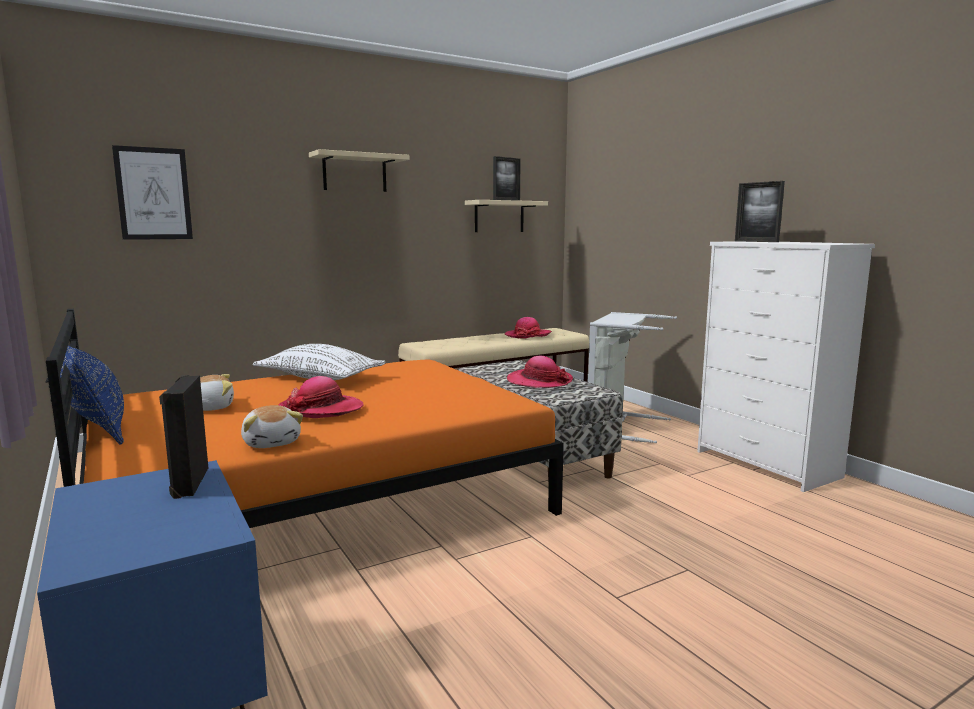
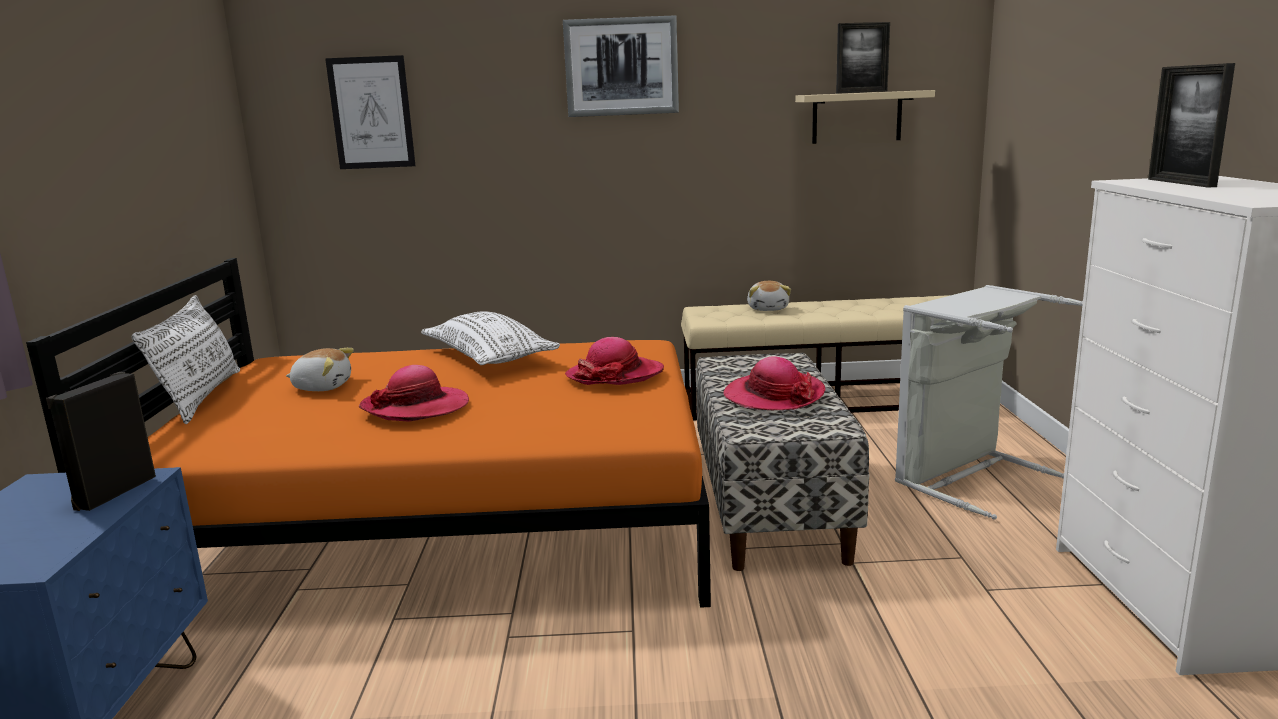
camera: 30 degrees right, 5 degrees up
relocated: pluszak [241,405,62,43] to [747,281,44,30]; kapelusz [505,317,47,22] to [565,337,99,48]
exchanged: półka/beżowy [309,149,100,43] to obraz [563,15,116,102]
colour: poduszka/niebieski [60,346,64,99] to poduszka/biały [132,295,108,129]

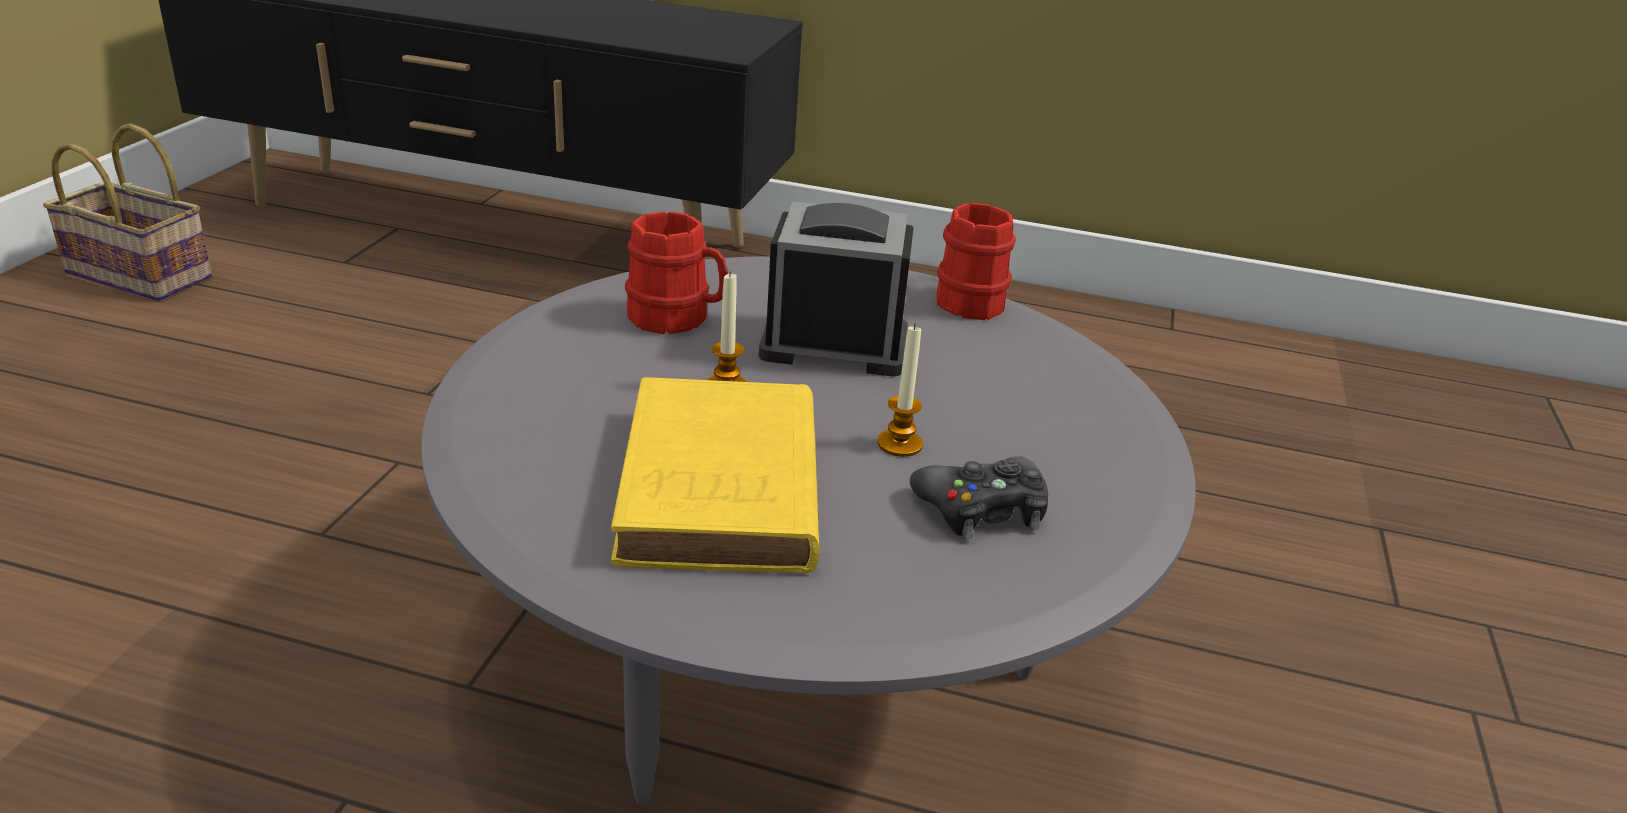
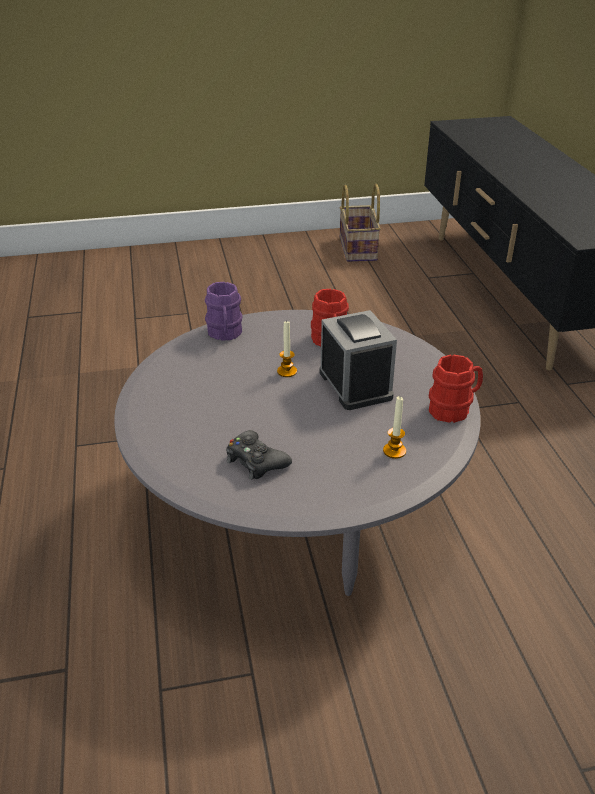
camera: 65 degrees right, 5 degrees up
missing: książka/żółty [610,377,209,197]
appeared: kubek/fioletowy [205,282,37,59]
relocated: świeca [877,324,46,133] to [383,396,23,63]

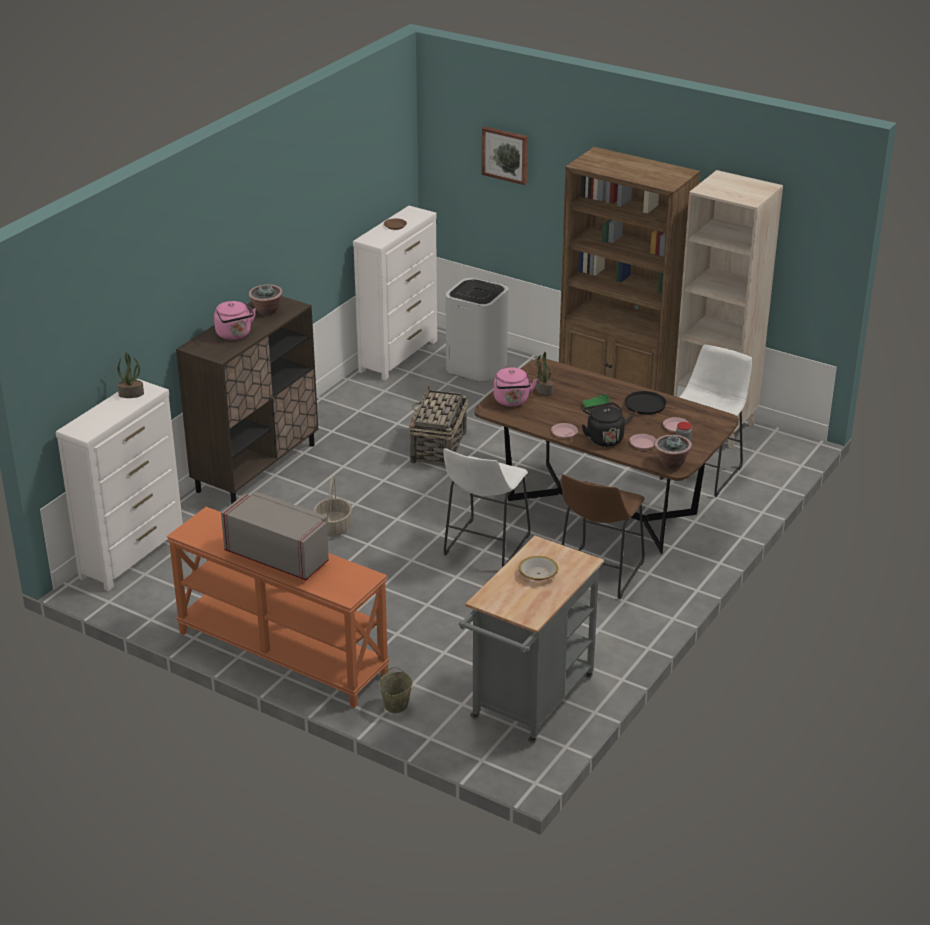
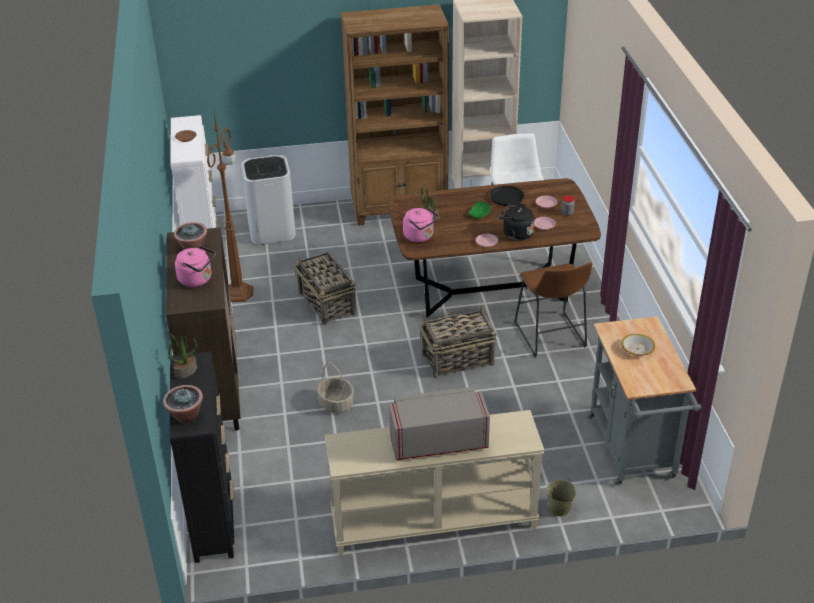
camera: 40 degrees left, 5 degrees up
missing: obraz [482,126,46,59]
appeared: lampa stojąca/brązowy [207,111,46,191]
relocated: roślina doniczkowa [654,435,38,34] to [163,385,40,38]
exchanged: stołek/biały [443,448,87,119] to koszyk [420,306,77,72]
colour: komoda/biały [56,379,127,212] to komoda/czarny [170,352,64,211]; stolik konsolowy/pomarańczowy [167,507,223,201] to stolik konsolowy/beżowy [325,410,219,145]

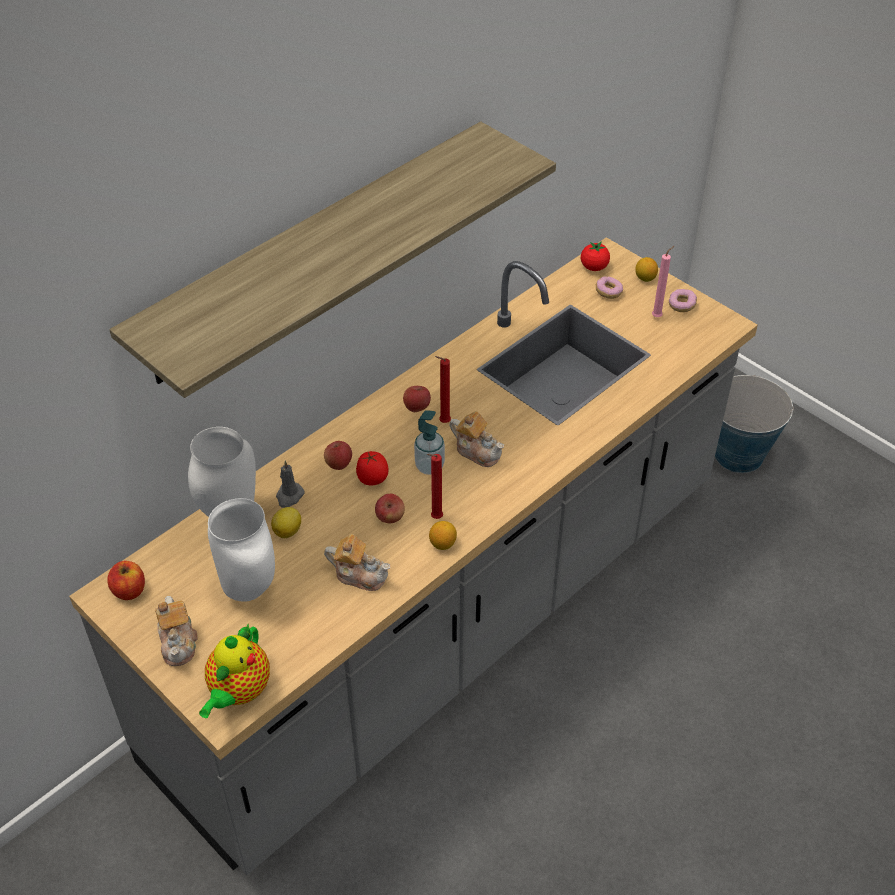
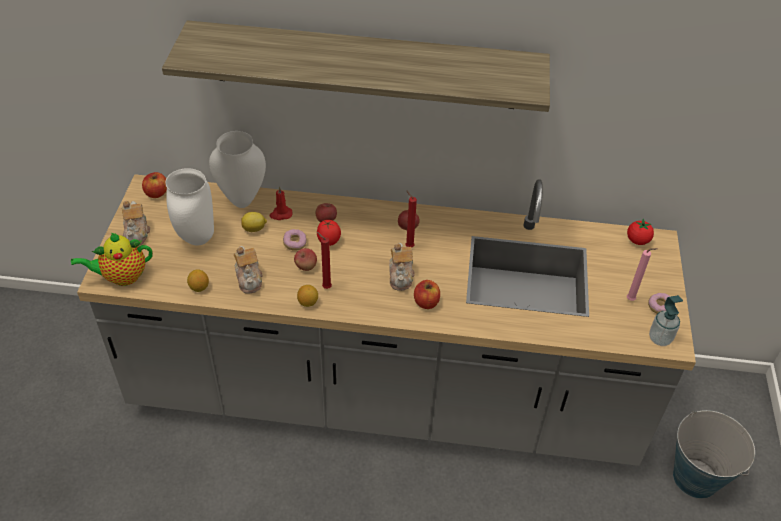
camera: 50 degrees right, 0 degrees up
appeared: jabłko [414,280,26,29]
relocated: dozownik mydła [414,410,31,65] to [649,295,34,51]; donut [596,276,27,23] to [283,229,24,22]; cytryna [635,257,23,25] to [187,269,22,23]
colour: świeca/szary [276,461,29,47] to świeca/czerwony [270,186,23,34]
spun: imbryk [155,596,43,70] = [122,201,28,45] 45 degrees counterclockwise

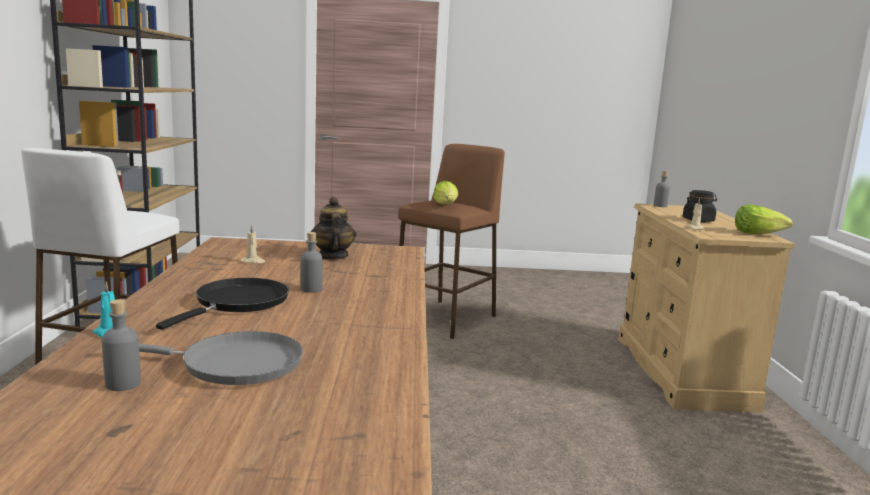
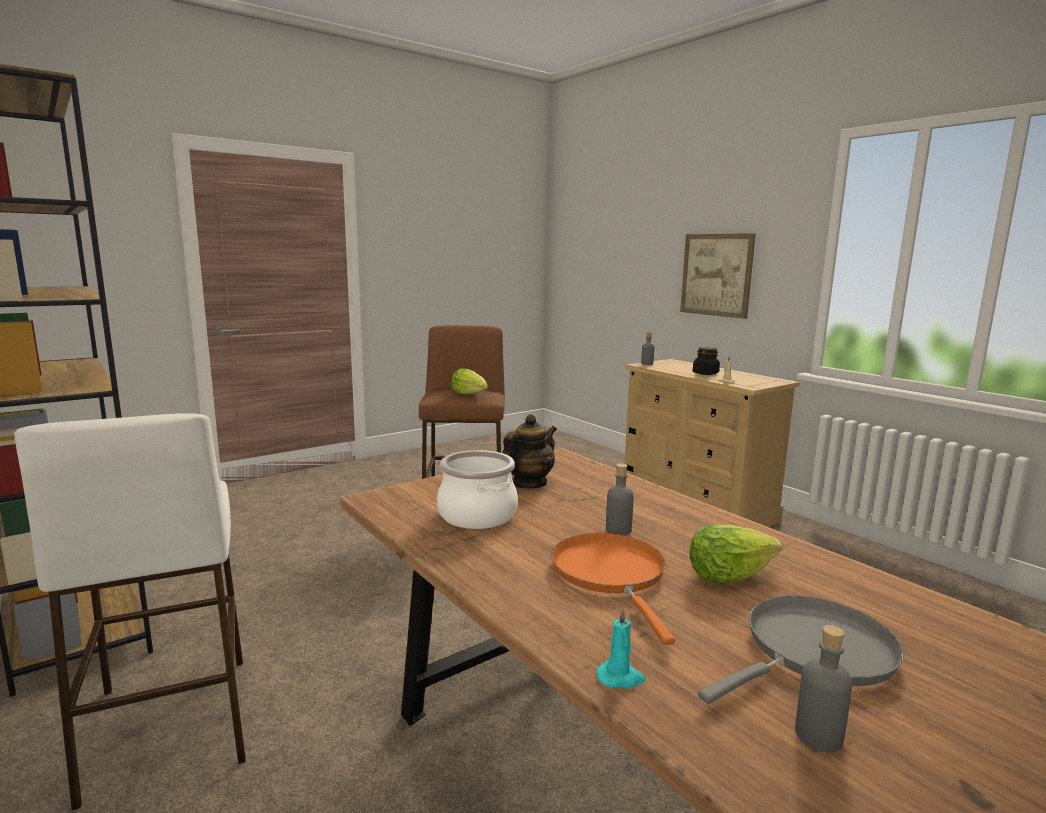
camera: 35 degrees left, 0 degrees up
appeared: obraz [680,233,76,86]
relocated: sałata [735,204,58,30] to [689,524,93,61]
exchanged: świeca/beżowy [241,225,24,38] to garnek [437,450,81,79]
colour: patelnia/czarny [156,278,133,52] to patelnia/pomarańczowy [551,533,124,112]
spun: imbryk [311,197,45,63] = [503,414,54,74] 90 degrees clockwise

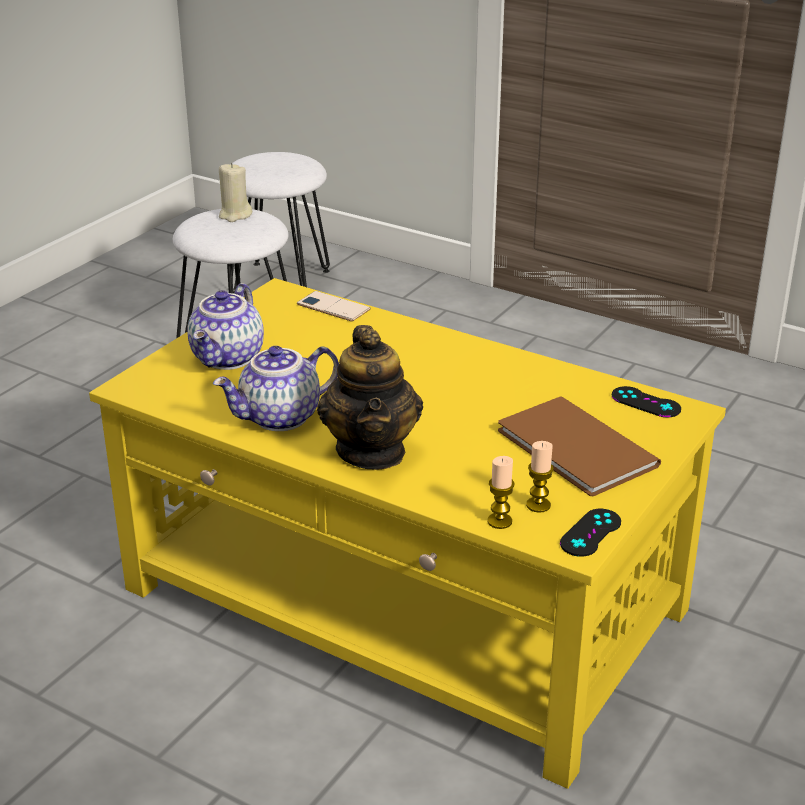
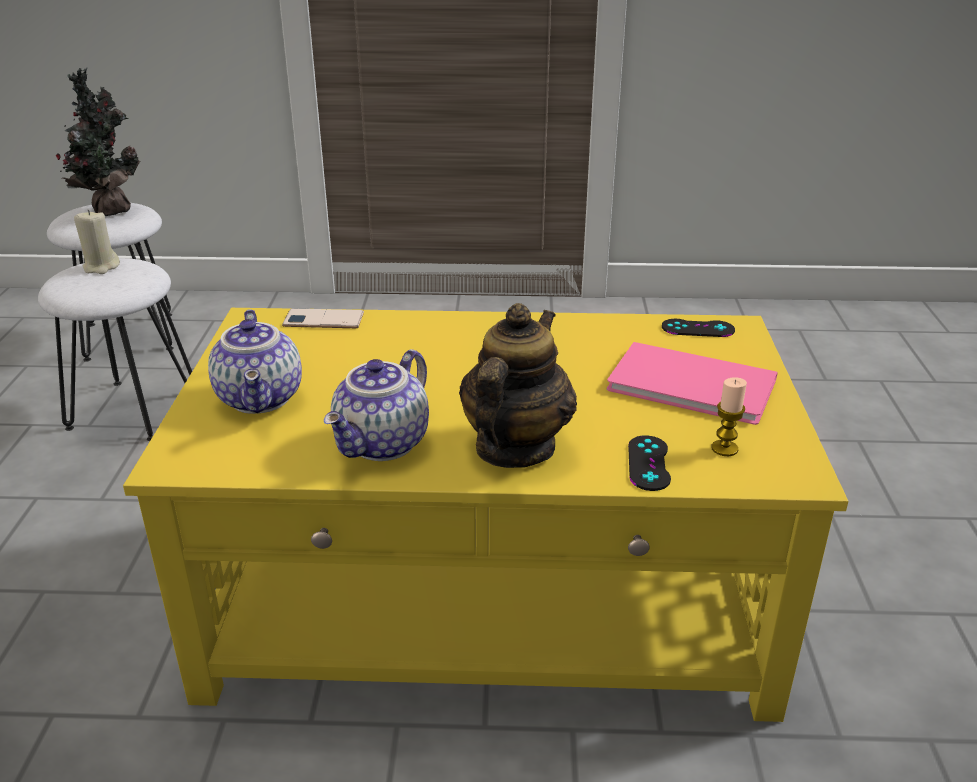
camera: 30 degrees left, 0 degrees up
missing: świeca [487,456,28,73]
appeared: roślina doniczkowa [56,68,84,148]
relocated: pad do gier/czarny [560,509,61,48] to [628,435,43,56]
colour: książka/brązowy [498,396,163,100] to książka/różowy [607,342,171,83]
spun: imbryk [317,325,106,145] = [459,303,118,165] 120 degrees counterclockwise

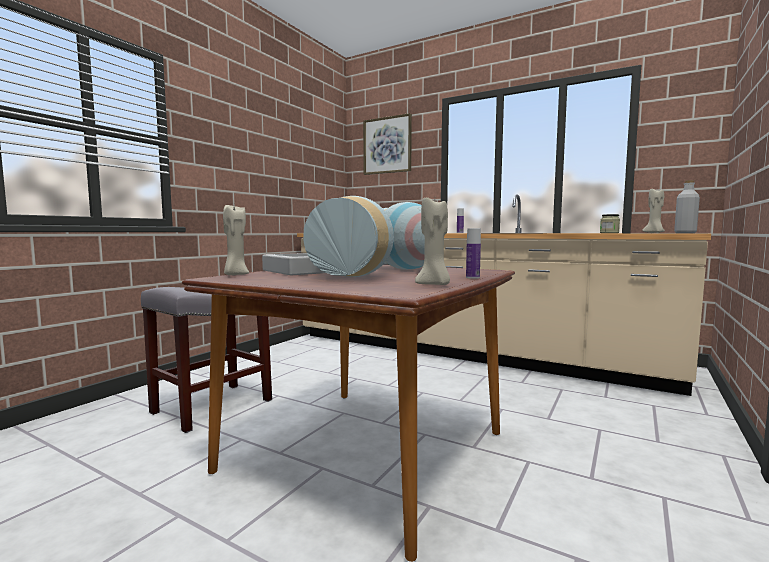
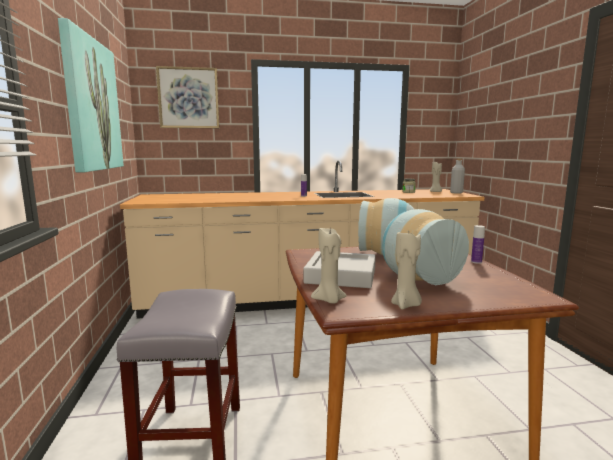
camera: 40 degrees left, 5 degrees up
appeared: obraz [58,18,66,154]
relocated: świeca/beżowy [415,198,35,87] to [391,232,31,77]

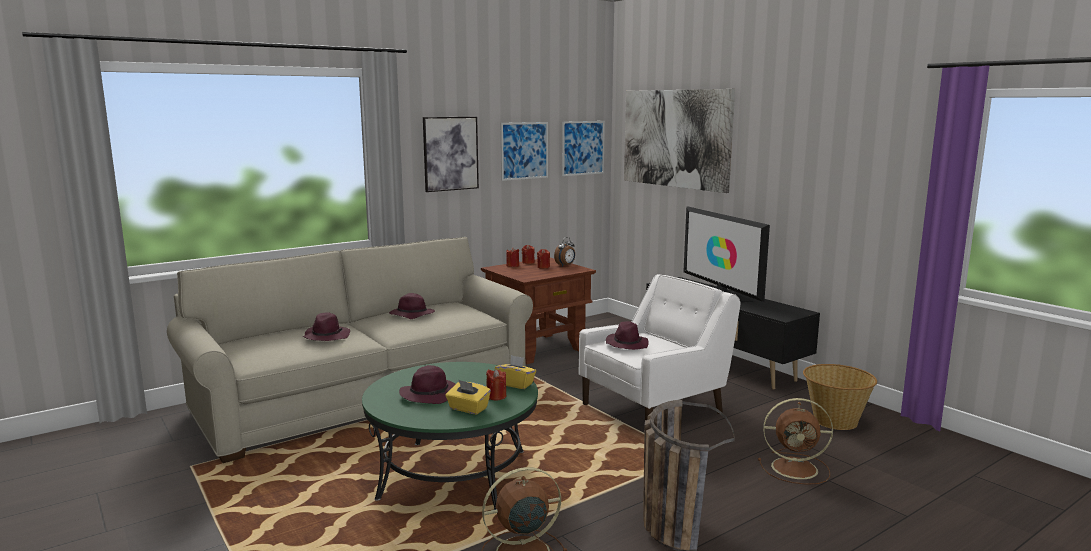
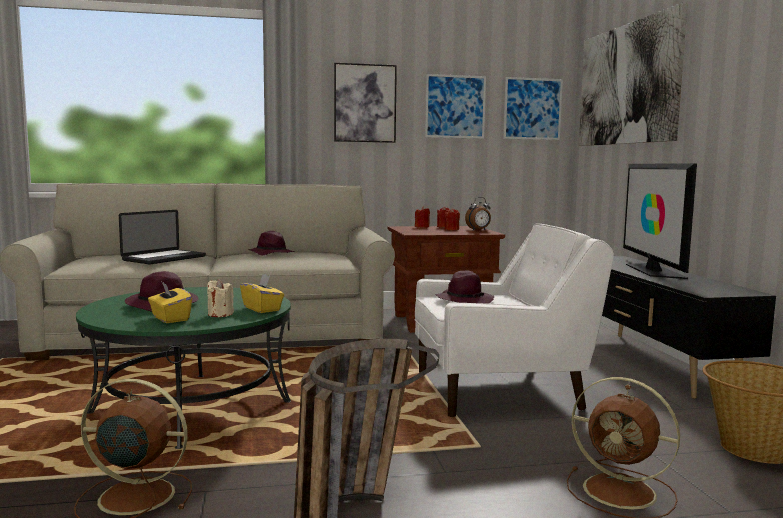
camera: 25 degrees right, 5 degrees down
exchanged: kapelusz/fioletowy [303,312,47,29] to laptop [119,210,87,54]
colour: świeca/czerwony [486,369,20,31] to świeca/beżowy [207,279,27,38]

